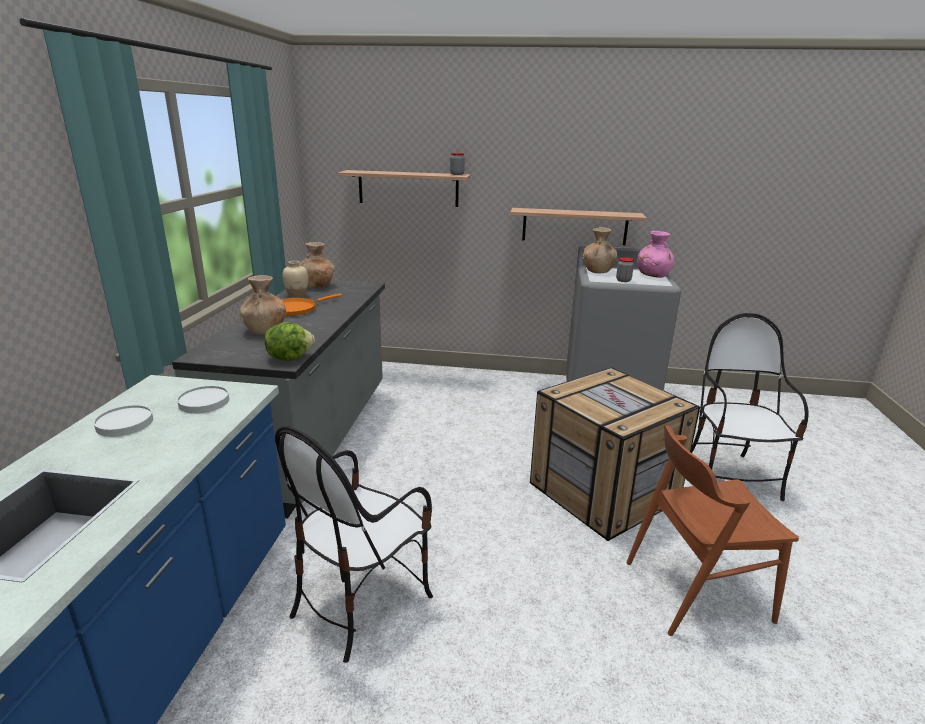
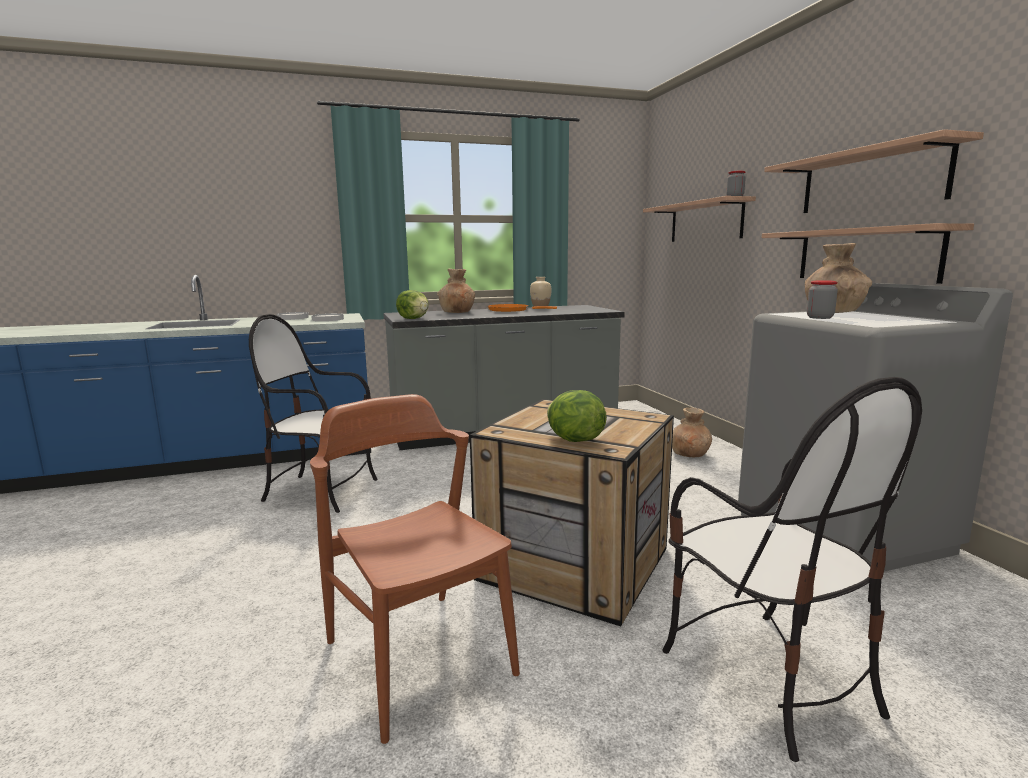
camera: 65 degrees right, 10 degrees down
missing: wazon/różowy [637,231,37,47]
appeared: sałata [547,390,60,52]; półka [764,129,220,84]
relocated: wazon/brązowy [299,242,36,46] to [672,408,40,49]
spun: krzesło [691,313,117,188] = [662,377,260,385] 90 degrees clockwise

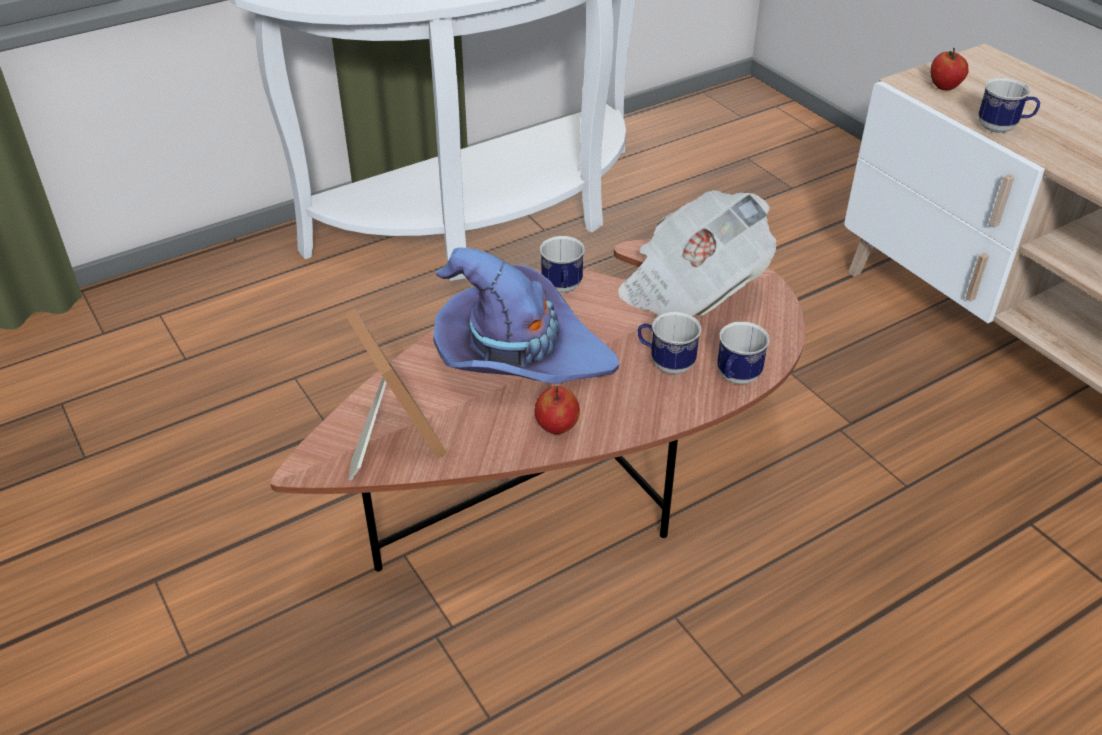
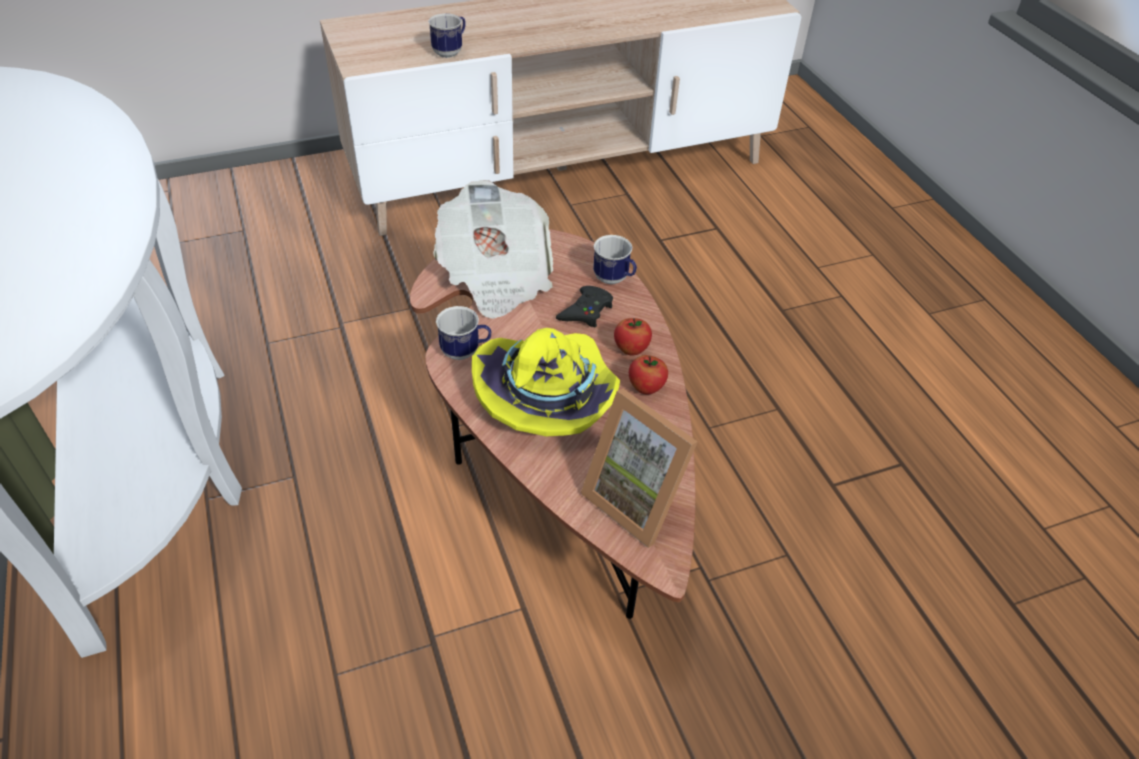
camera: 80 degrees left, 5 degrees up
relocated: jabłko [930,48,39,42] to [614,318,38,37]
exchanged: kubek [638,312,64,62] to pad do gier/czarny [556,286,57,41]
colour: kapelusz/fioletowy [433,247,187,137] to kapelusz/żółty [472,328,148,109]
spun: ramka na zdjęcie [345,308,102,172] = [581,389,117,159] 120 degrees counterclockwise

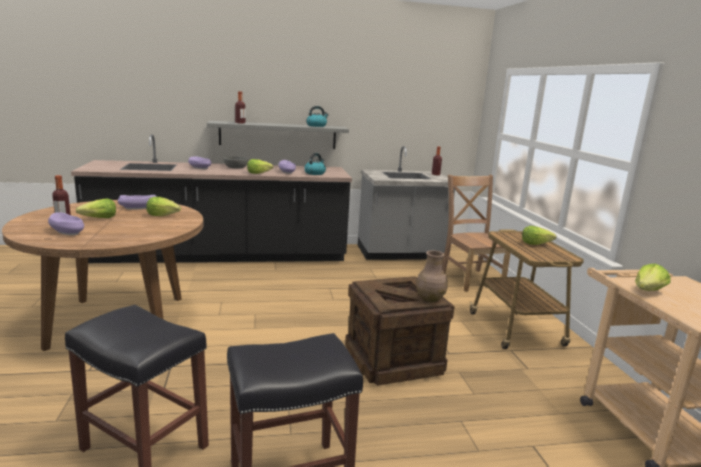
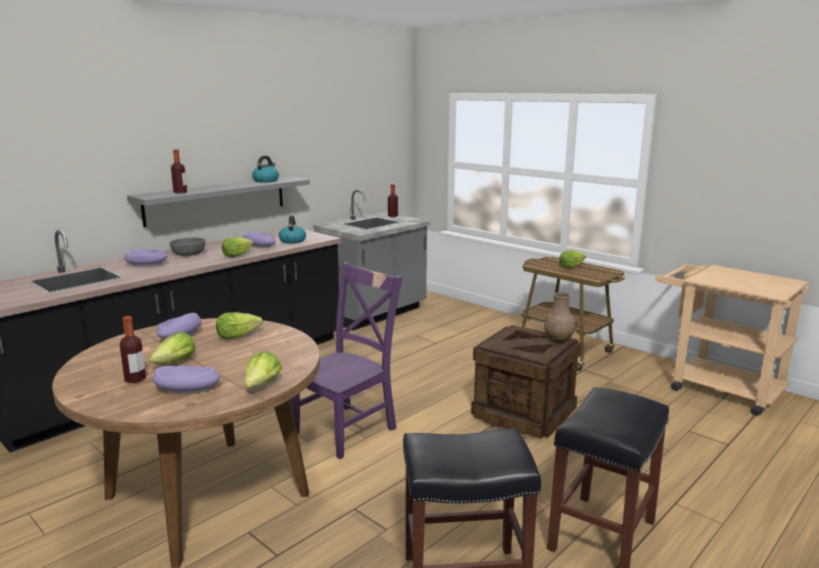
camera: 35 degrees left, 0 degrees up
missing: krzesło/brązowy [443,175,68,117]
appeared: krzesło/fioletowy [291,262,112,197]
relocated: sałata [635,264,36,27] to [245,351,37,37]

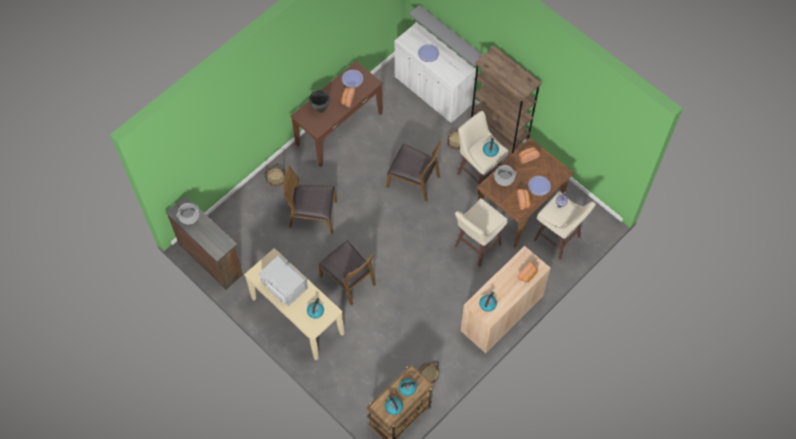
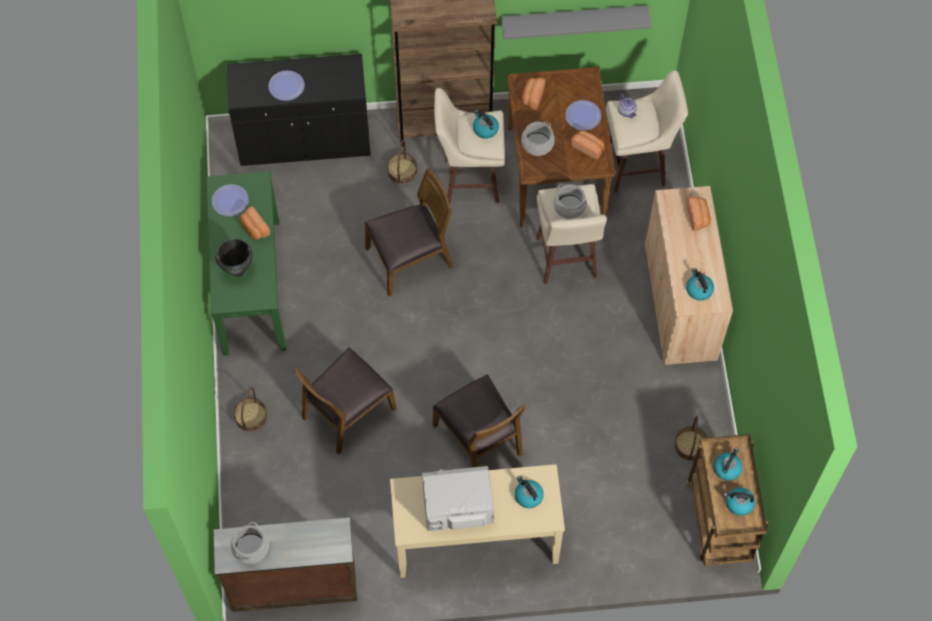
camera: 50 degrees left, 0 degrees up
appeared: garnek [553,184,34,35]
relocated: półka/szary [409,5,74,62] to [501,5,151,34]
colour: stolik konsolowy/brązowy [291,61,92,106] to stolik konsolowy/zielony [206,171,80,185]; szafka/biały [395,22,81,101] to szafka/czarny [226,54,145,112]
spun: krzesło/brązowy [318,240,58,65] = [433,374,93,94] 60 degrees clockwise

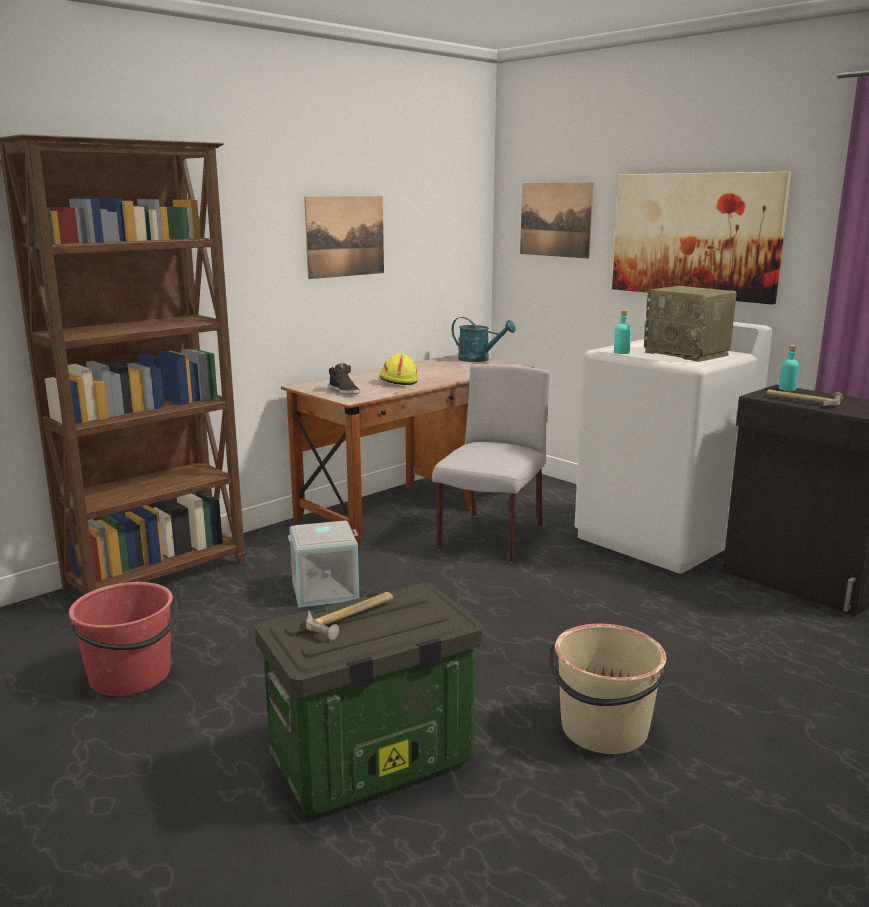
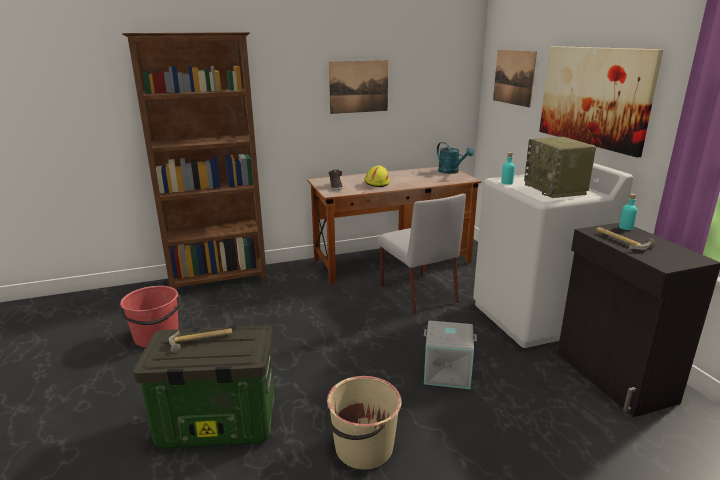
camera: 25 degrees right, 5 degrees up
relocated: pojemnik do przechowywania/szary [288,521,71,87] to [424,321,53,68]
spun: krzesło/szary [432,364,118,199] = [378,194,88,122] 105 degrees clockwise

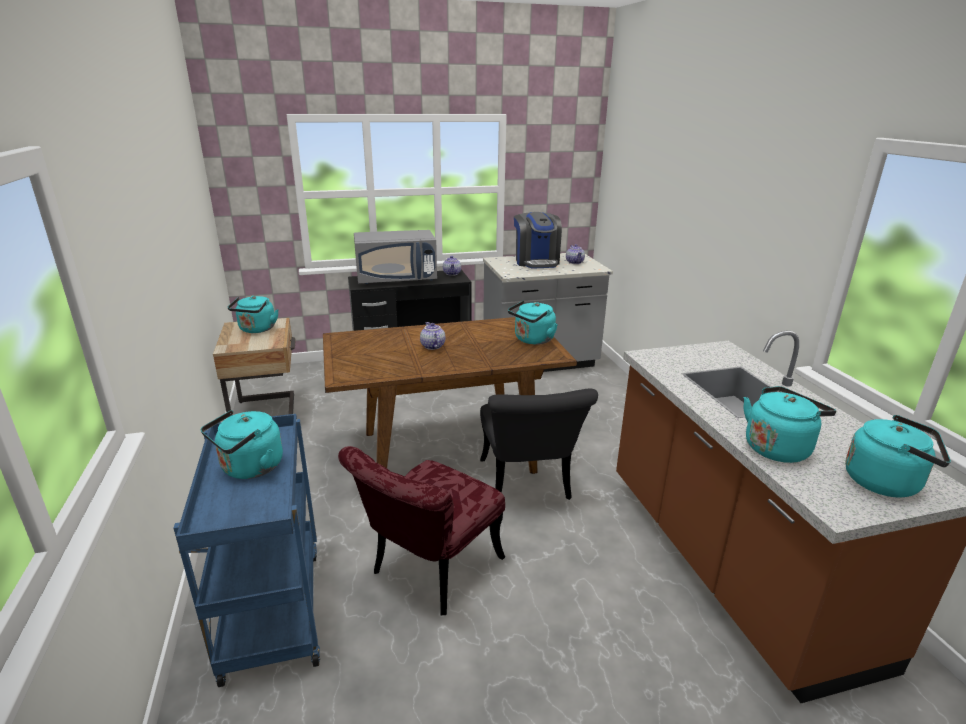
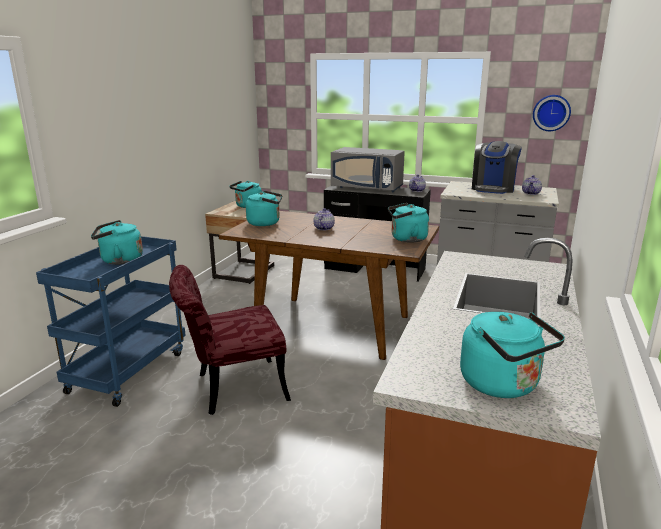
camera: 35 degrees right, 5 degrees down
missing: krzesło/czarny [480,389,118,111]
appeared: zegar ścienny [533,95,38,36]
relocated: czajnik/turkusowy [744,386,92,77] to [246,191,36,35]

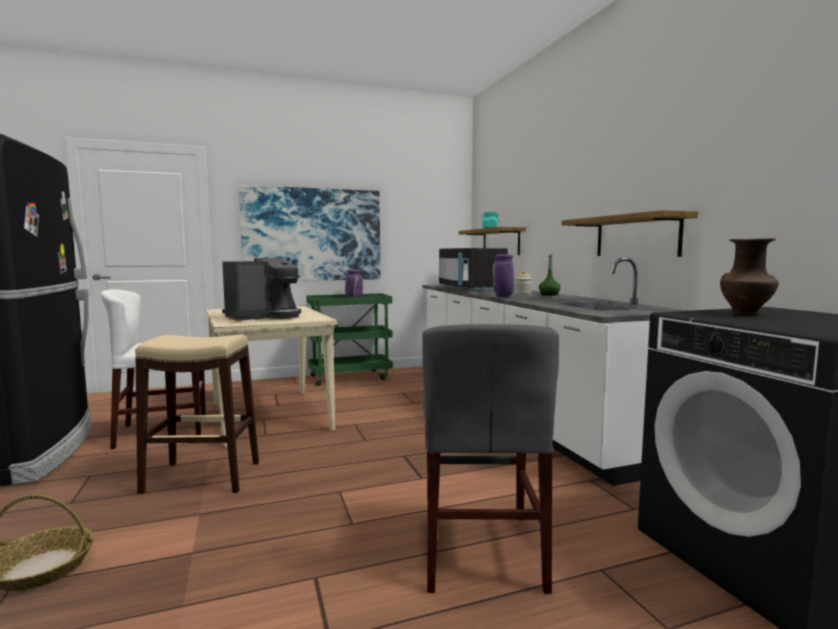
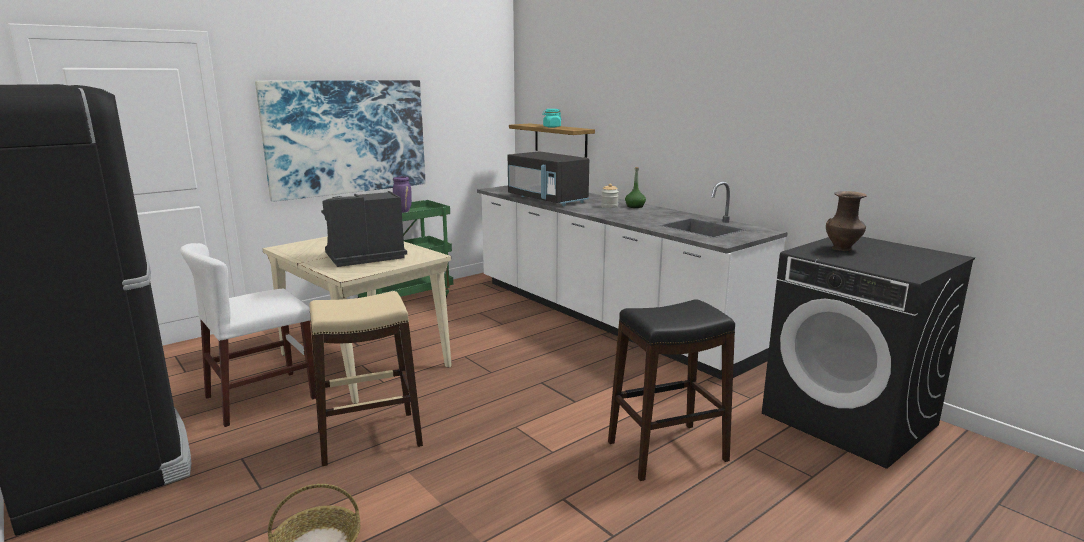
camera: 20 degrees left, 10 degrees up
missing: wazon/fioletowy [492,254,22,43]; półka [562,210,136,47]
exchanged: krzesło/szary [422,324,137,270] to stołek/czarny [608,299,127,182]
spun: ekspres do kawy [222,258,79,63] = [321,191,86,76] 150 degrees counterclockwise

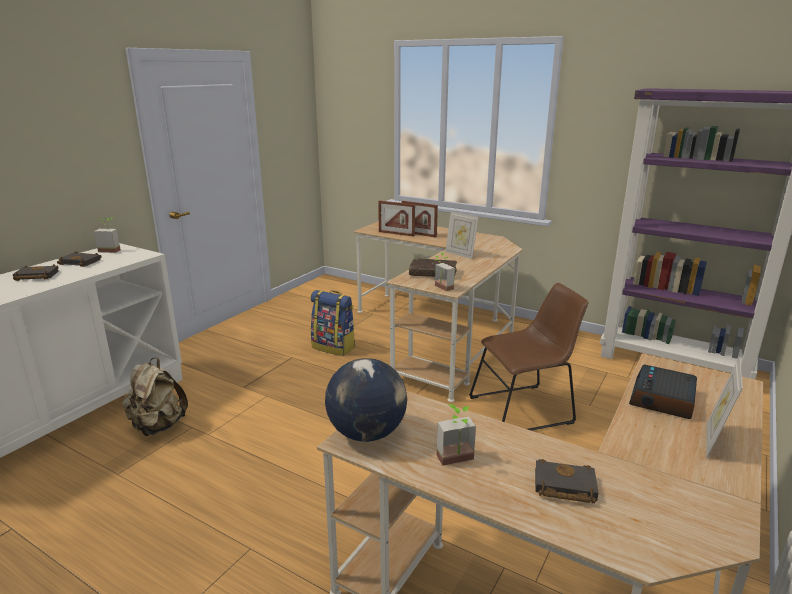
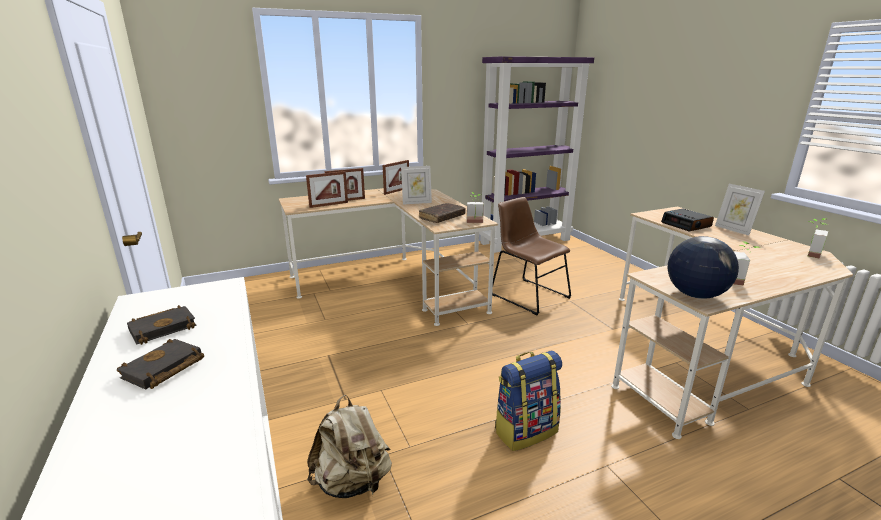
camera: 55 degrees left, 0 degrees up
missing: książka/czarny [535,459,63,44]
appeared: ramka na zdjęcie [383,160,26,35]
relocated: roślina doniczkowa [94,218,27,35] to [807,218,21,41]; plecak [311,290,44,66] to [495,350,67,101]
spun: krzesło/brązowy [469,283,120,148] = [492,197,80,118] 60 degrees counterclockwise

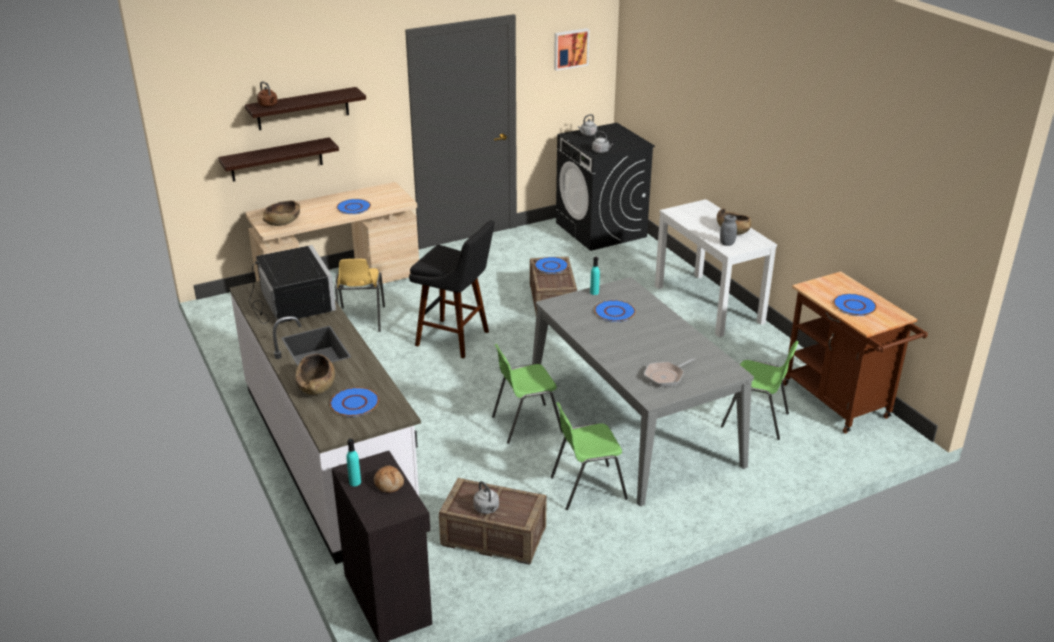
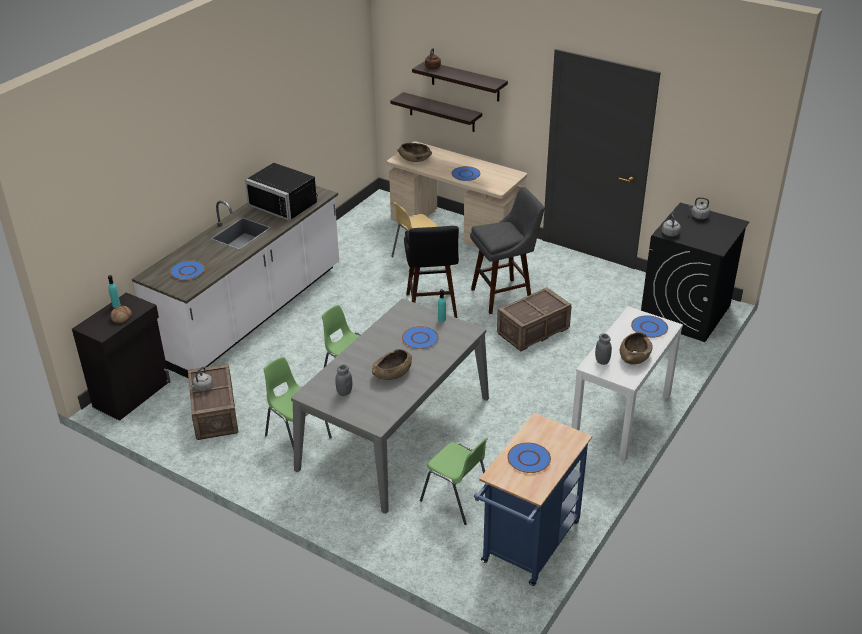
camera: 60 degrees right, 5 degrees up
missing: obraz [554,28,35,43]
appeared: stołek/szary [470,187,74,127]
relocated: miska/brązowy [295,354,40,41] to [372,349,40,31]; talerz/niebieski [534,257,34,17] to [631,315,37,23]
exchanged: patelnia [644,358,51,29] to słoik/szary [335,364,17,32]
colour: wózek/brązowy [783,271,145,163] to wózek/niebieski [474,413,118,173]
spun: mikrofalówka/czarny [249,245,87,79] = [245,163,73,58] 90 degrees clockwise; krzesło/zielony [721,341,77,99] = [420,437,68,88] 45 degrees counterclockwise

